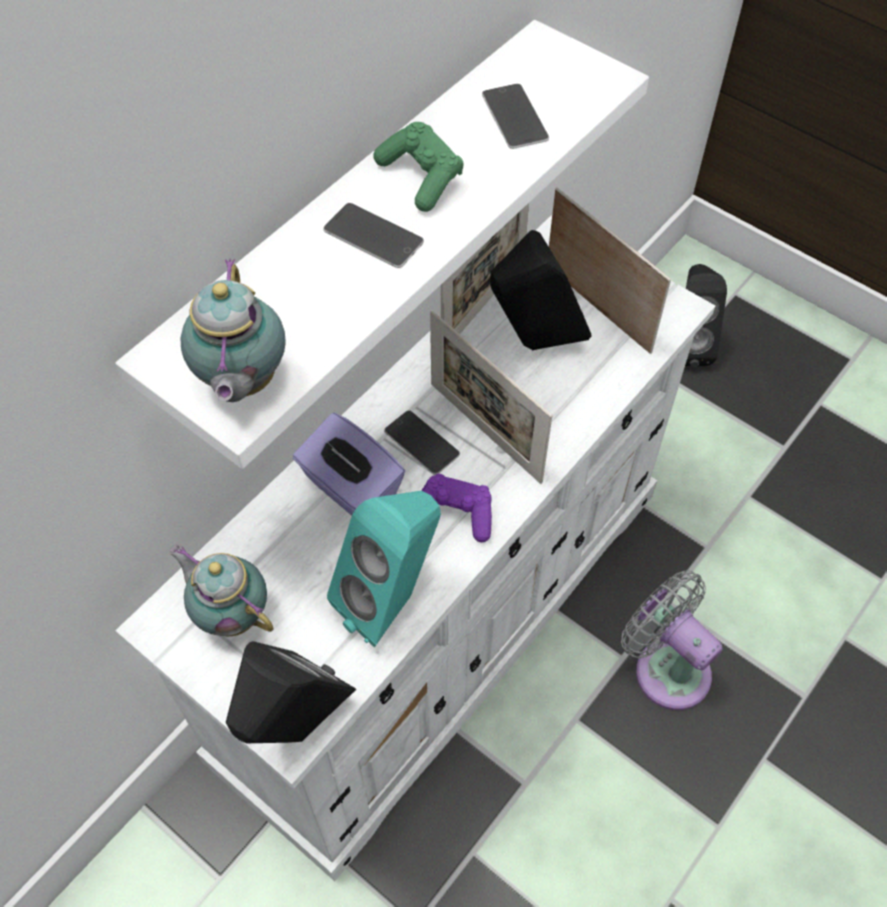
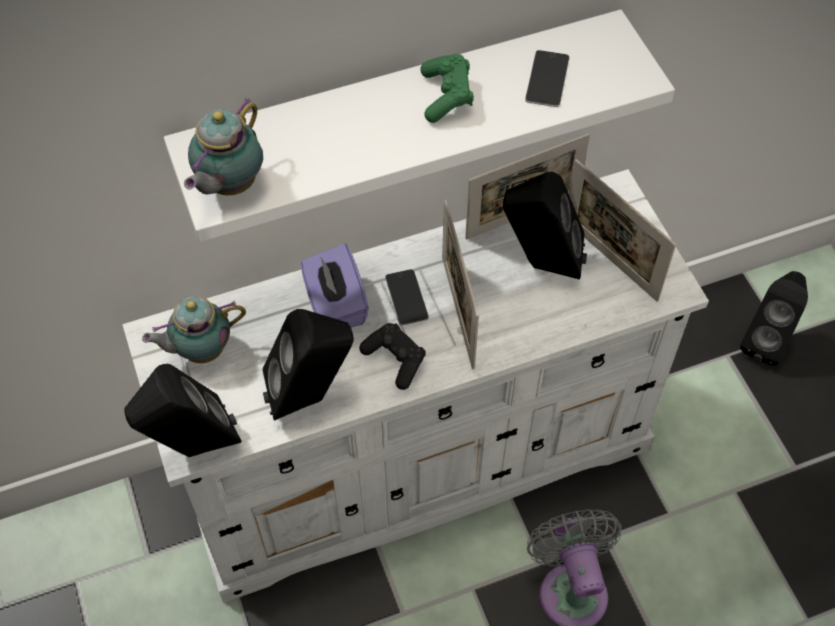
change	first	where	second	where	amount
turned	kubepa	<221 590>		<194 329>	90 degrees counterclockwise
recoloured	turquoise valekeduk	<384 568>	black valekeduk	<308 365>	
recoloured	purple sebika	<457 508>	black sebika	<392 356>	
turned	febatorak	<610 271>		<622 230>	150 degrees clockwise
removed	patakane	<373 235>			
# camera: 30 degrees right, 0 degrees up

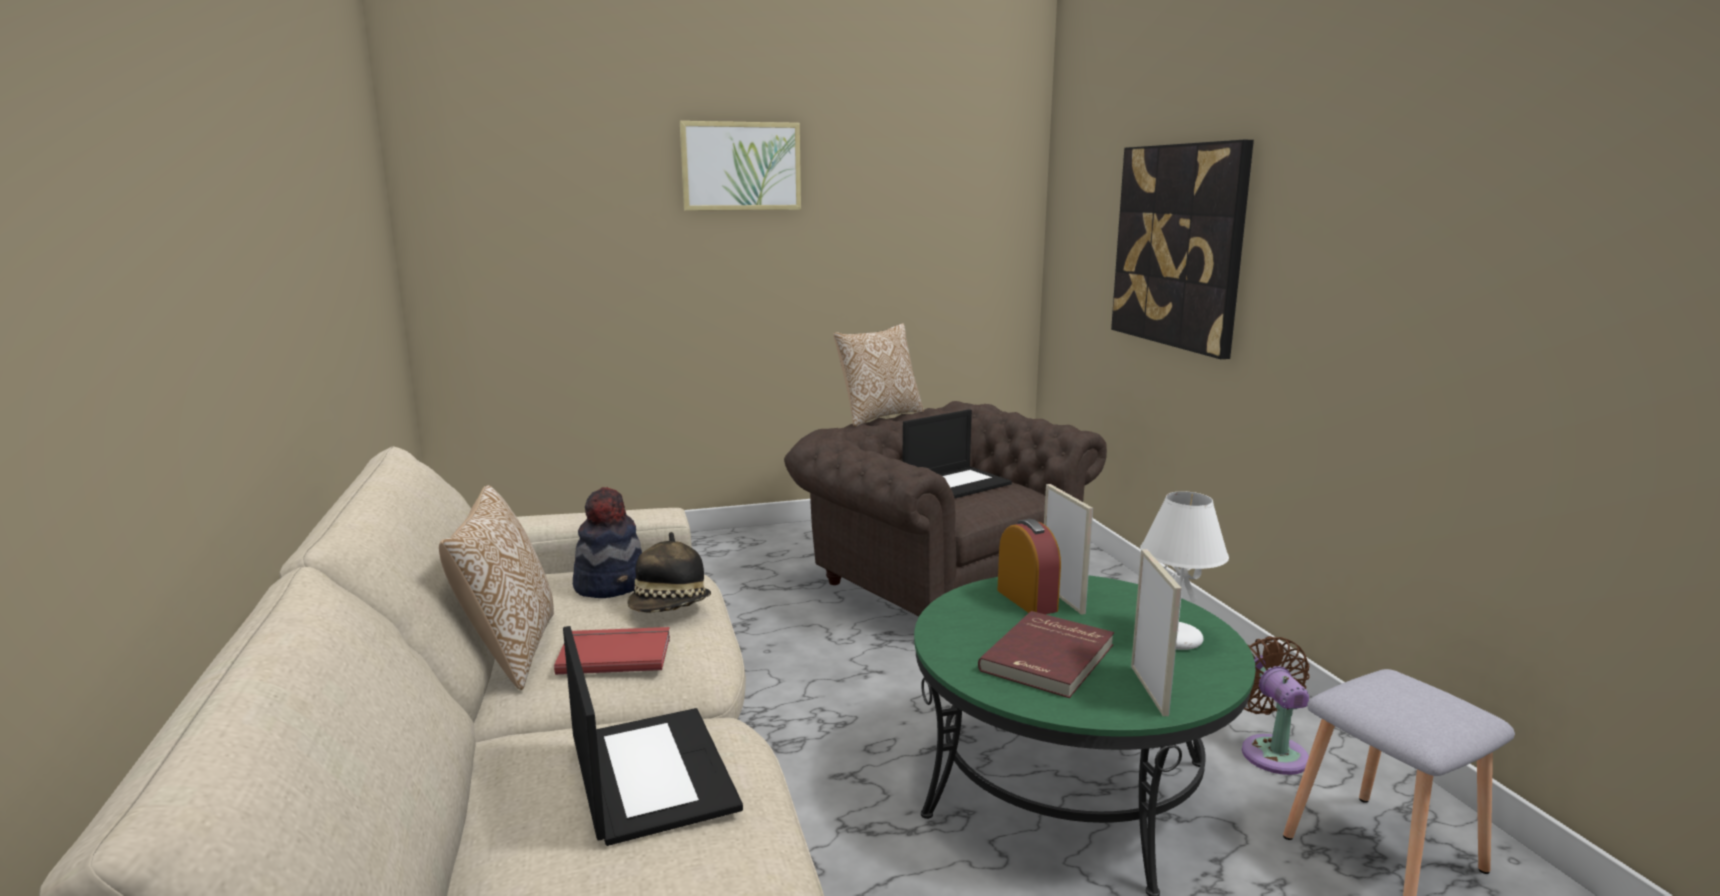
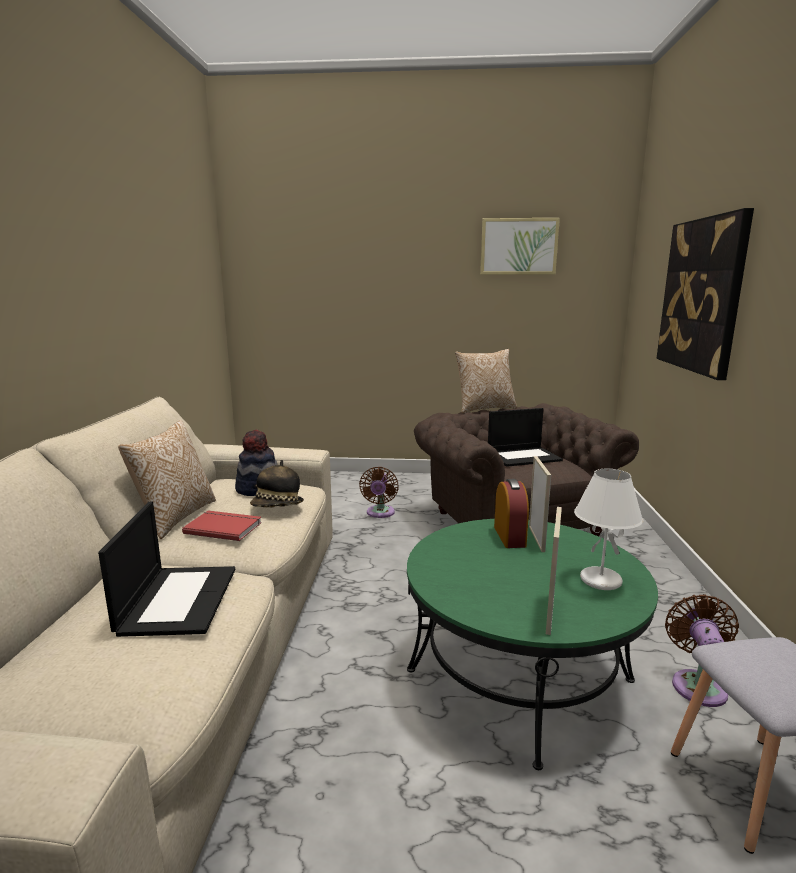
change	first	where	second	where	amount
added			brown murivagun	<378 492>	
moved	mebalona	<740 166>		<520 246>	
removed	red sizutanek	<1046 654>			
# camera: 20 degrees right, 0 degrees up

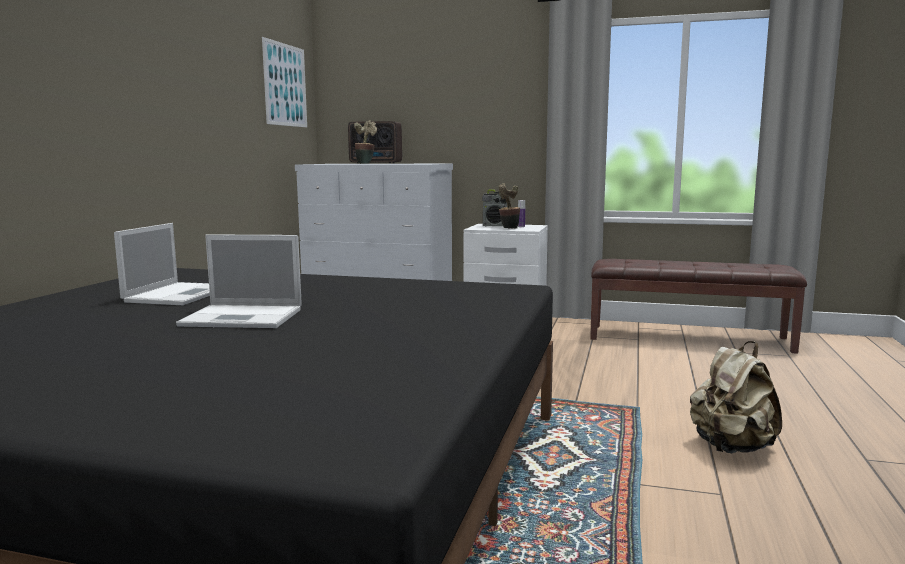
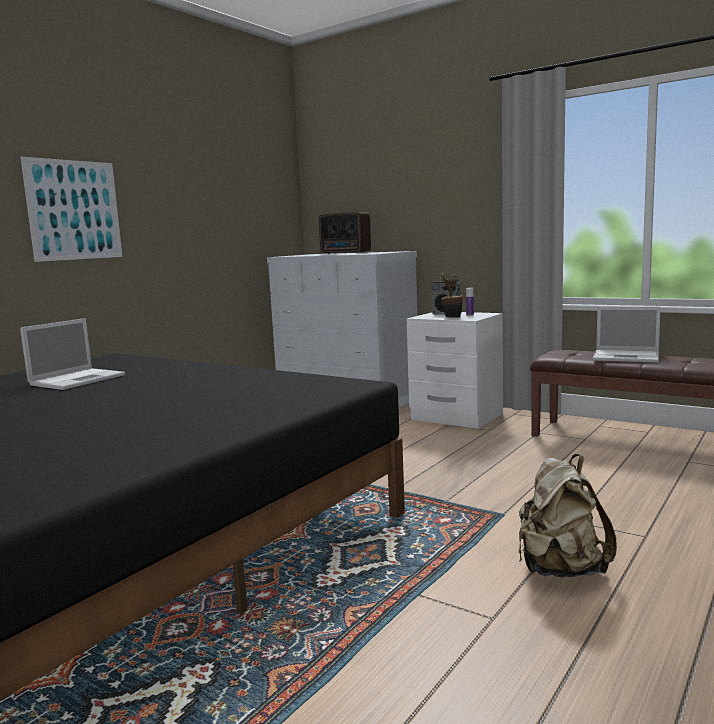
change	first	where	second	where	amount
moved	mebalona	<284 82>		<71 209>	
moved	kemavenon	<239 281>		<627 334>	
removed	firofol	<365 142>			
# camera: 20 degrees right, 0 degrees up

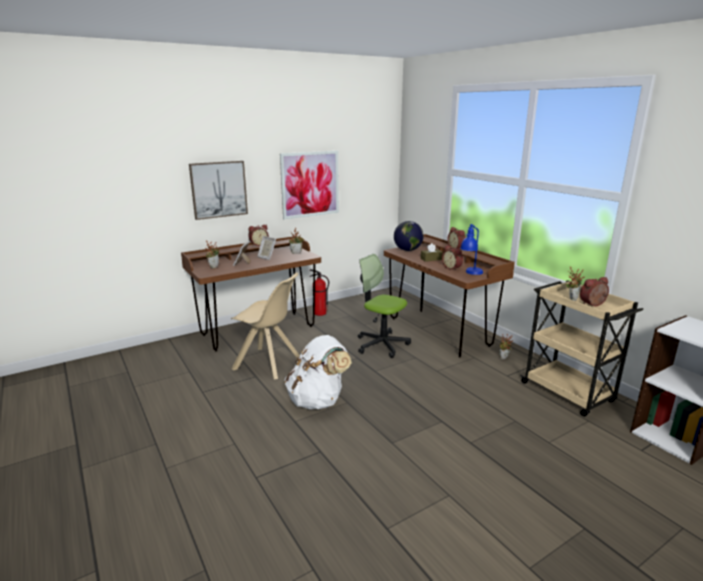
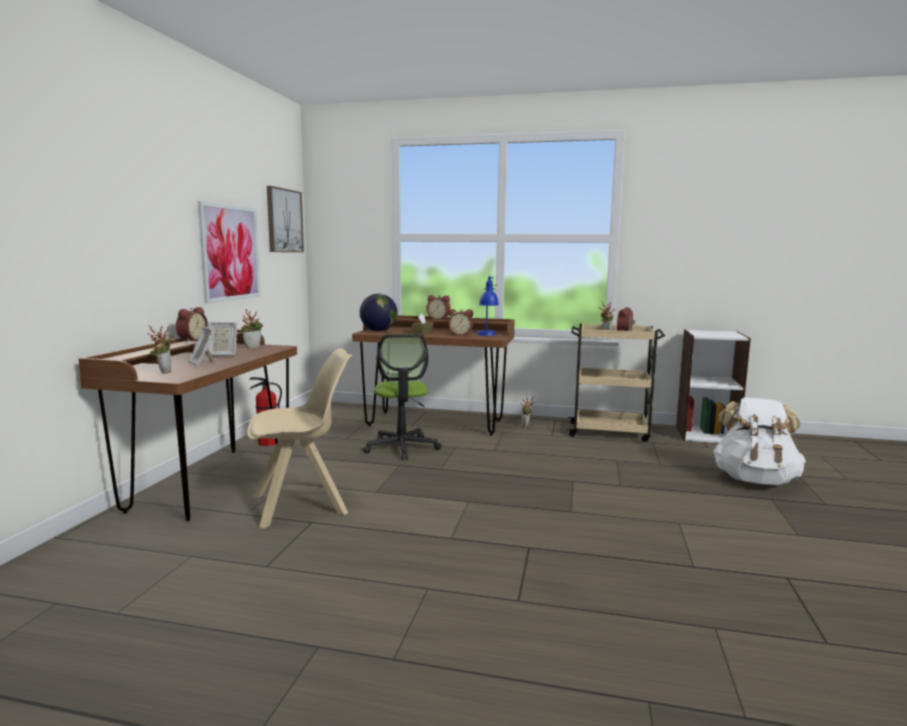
change	first	where	second	where	amount
moved	mebalona	<218 190>		<285 219>	
turned	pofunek	<384 306>		<402 397>	90 degrees counterclockwise
moved	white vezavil	<318 372>		<759 441>	
# camera: 45 degrees left, 10 degrees down

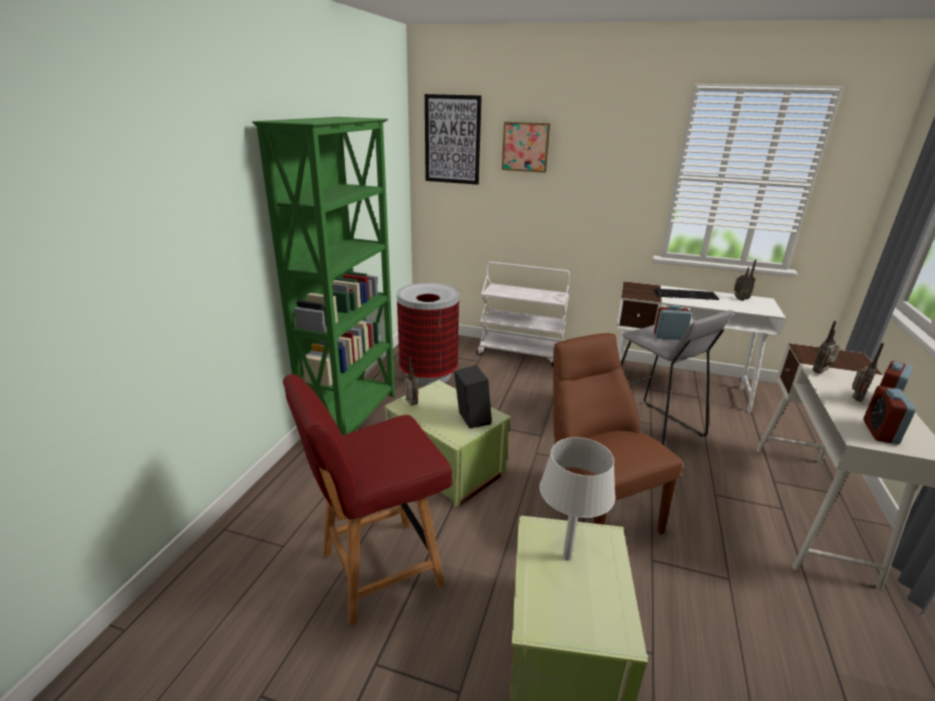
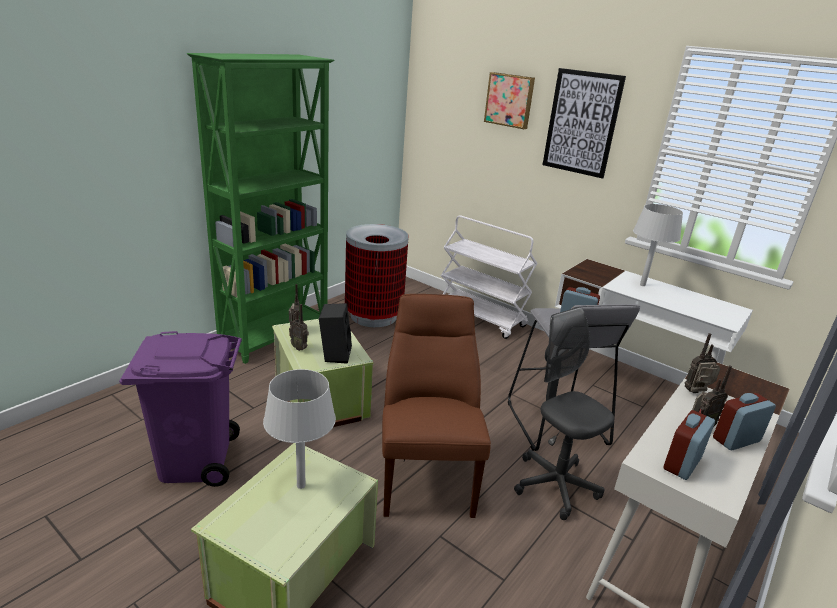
change	first	where	second	where	amount
replaced	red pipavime	<367 500>	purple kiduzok	<180 409>	
moved	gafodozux	<745 280>		<299 327>	
added			grey pofunek	<564 413>	
moved	mebalona	<453 139>		<584 123>	
replaced	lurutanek	<686 294>	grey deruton	<658 245>	
# camera: 20 degrees right, 0 degrees up

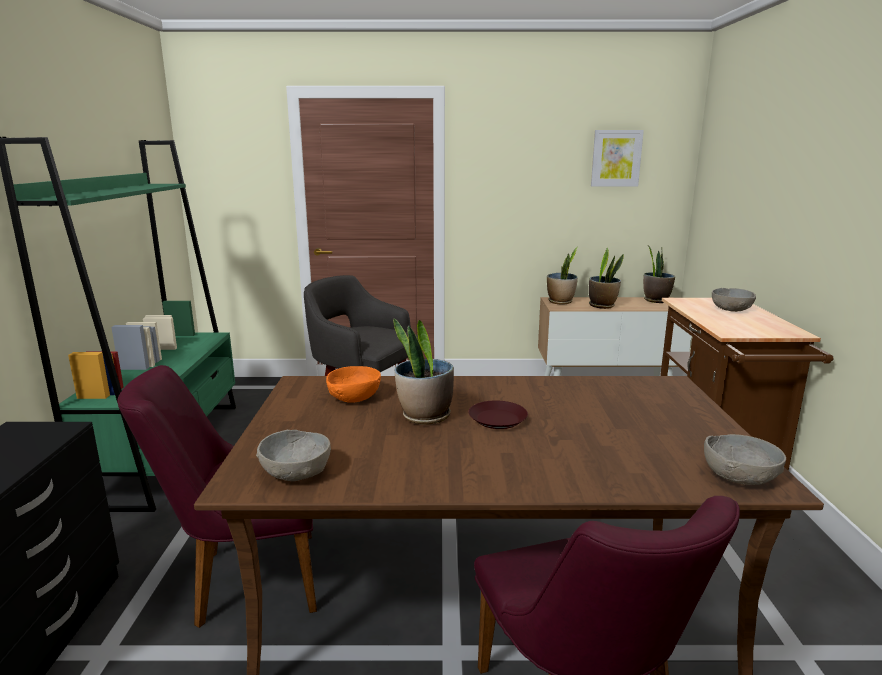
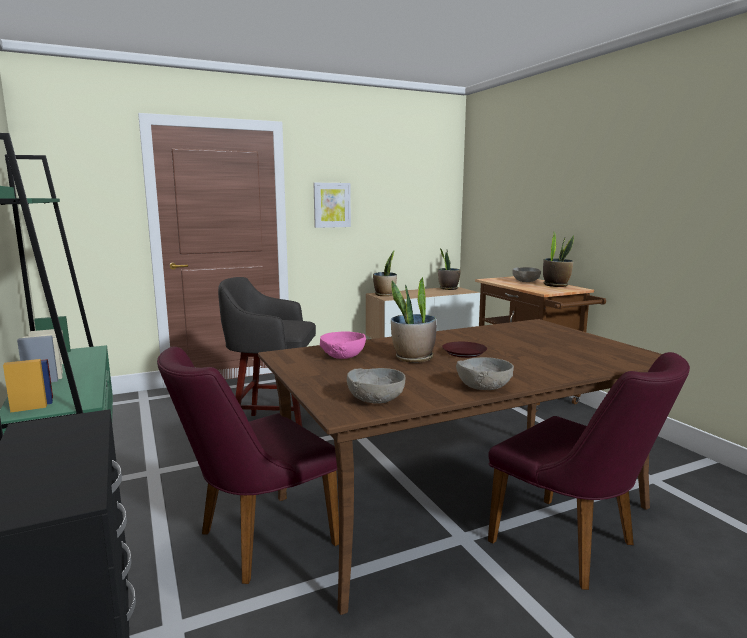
change	first	where	second	where	amount
moved	mebalona	<617 158>		<332 205>	
recoloured	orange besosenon	<353 384>	pink besosenon	<343 345>	
moved	grey besosenon	<745 459>		<485 373>	
moved	firofol	<606 278>		<558 259>	
# camera: 25 degrees left, 5 degrees down

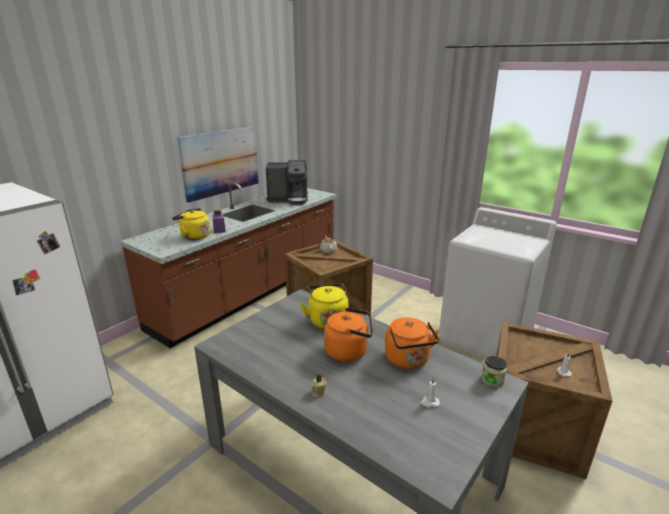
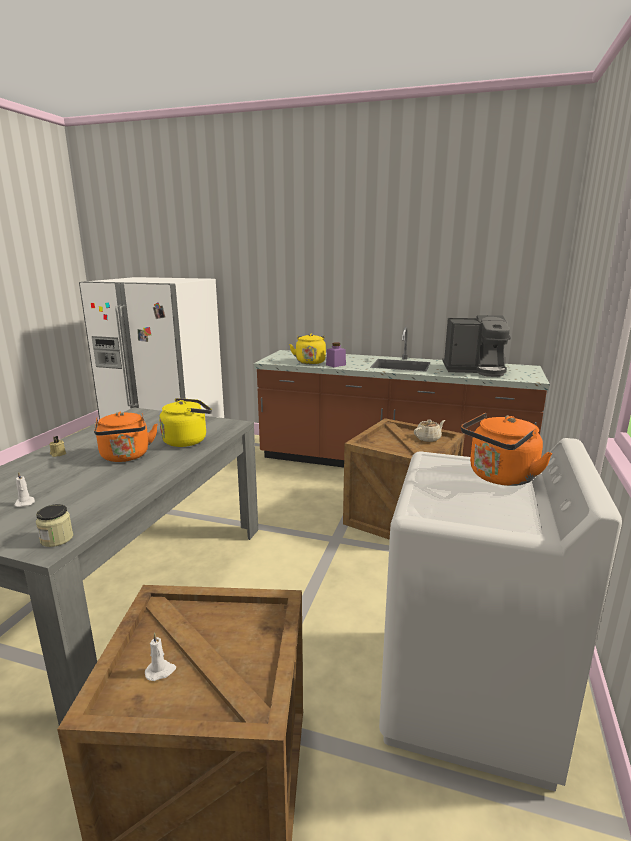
change	first	where	second	where	amount
turned	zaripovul	<287 182>		<476 346>	60 degrees counterclockwise
moved	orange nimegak	<412 343>		<506 449>	
removed	mebalona	<218 165>			
# camera: 70 degrees right, 5 degrees down

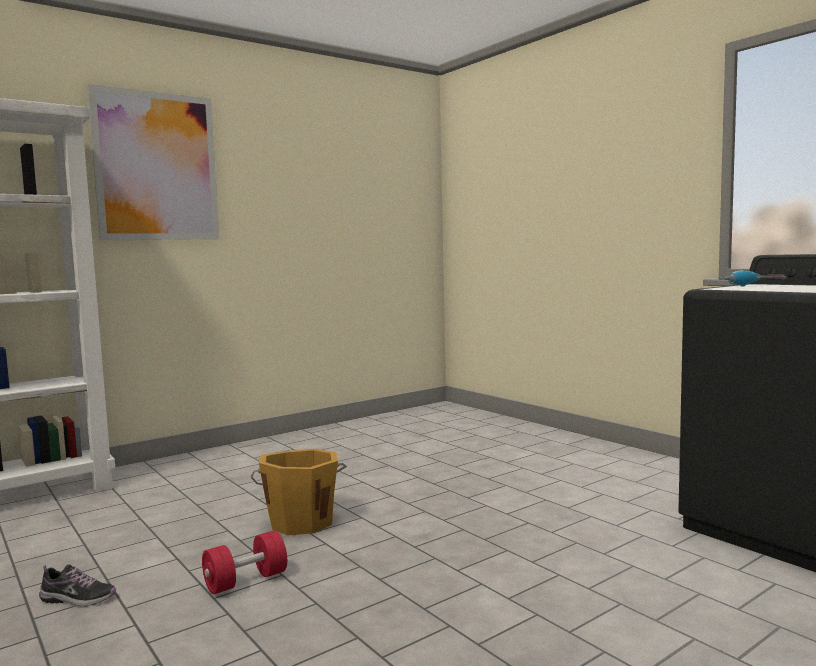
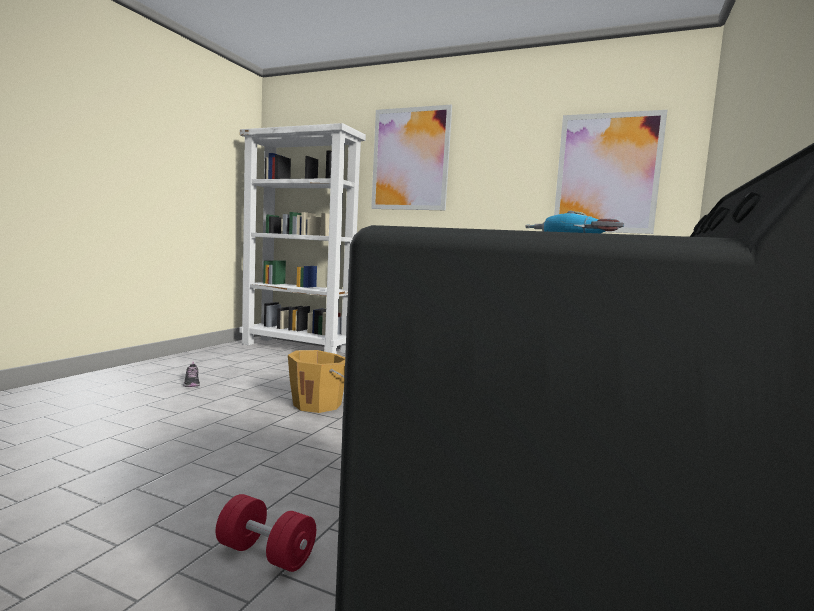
change	first	where	second	where	amount
moved	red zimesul	<244 562>		<266 533>	
added			mebalona	<610 172>	
# camera: 60 degrees right, 0 degrees up

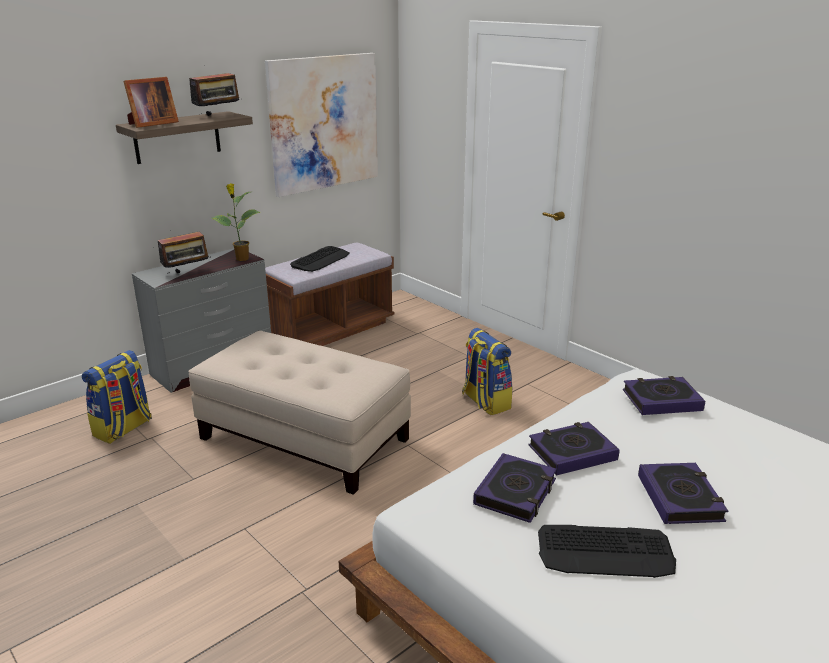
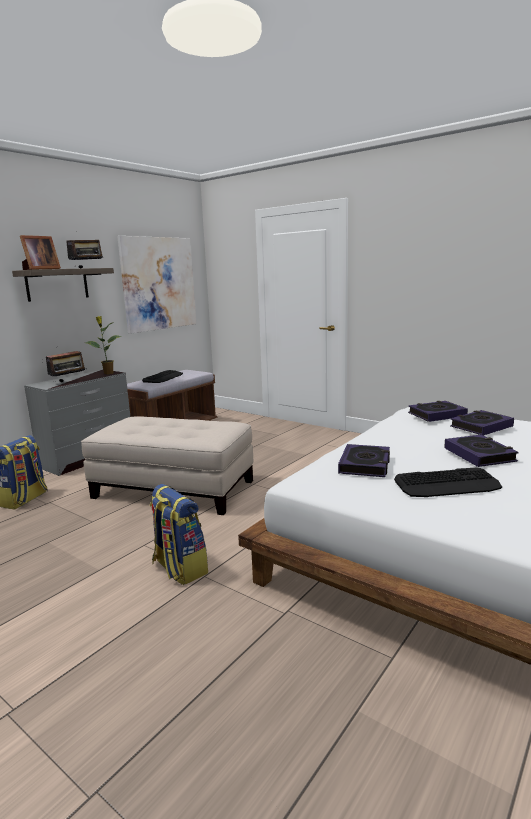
change	first	where	second	where	amount
moved	vezavil	<487 371>		<179 534>	
moved	sizutanek	<573 448>		<482 422>	
# camera: 10 degrees left, 10 degrees down

